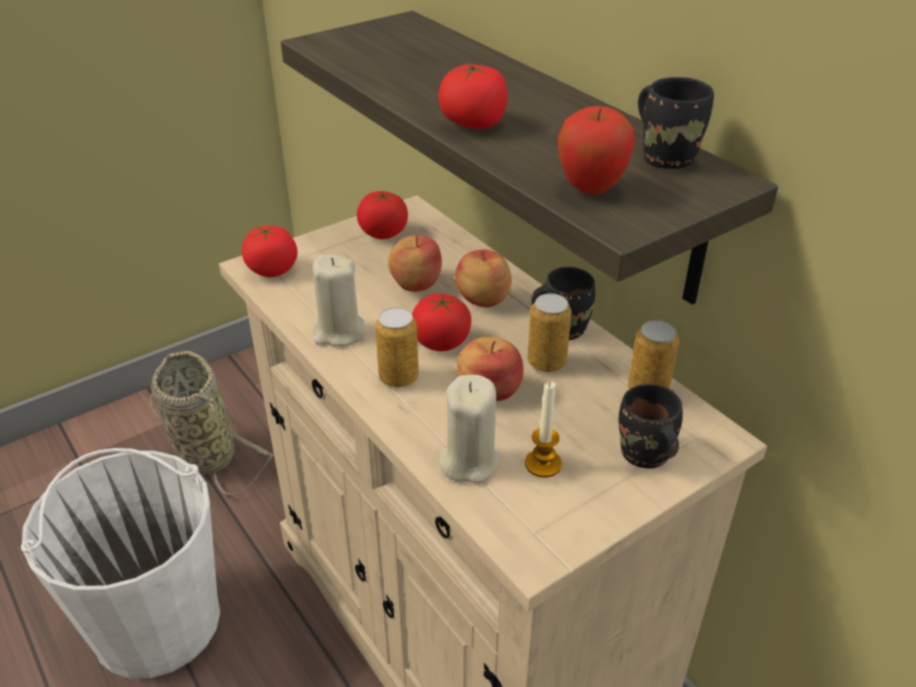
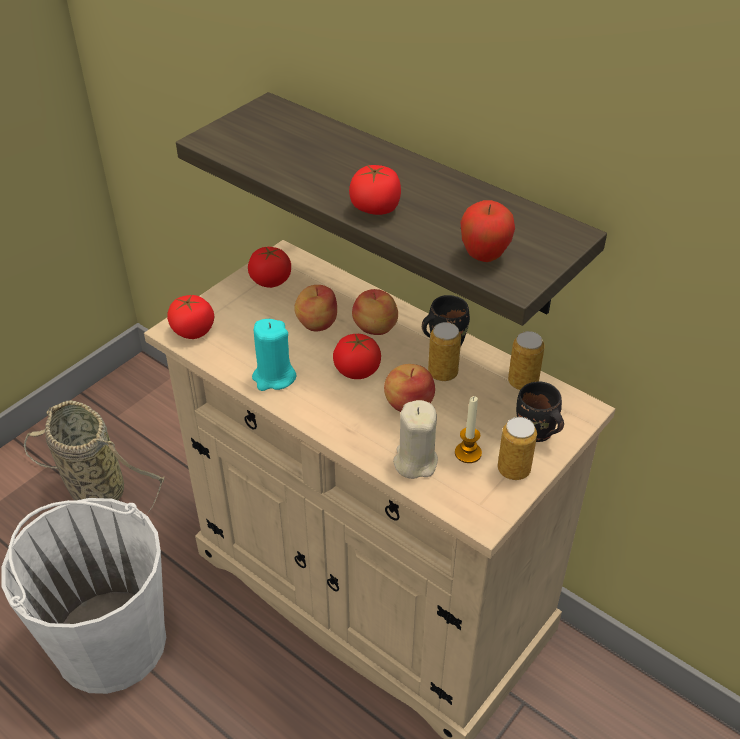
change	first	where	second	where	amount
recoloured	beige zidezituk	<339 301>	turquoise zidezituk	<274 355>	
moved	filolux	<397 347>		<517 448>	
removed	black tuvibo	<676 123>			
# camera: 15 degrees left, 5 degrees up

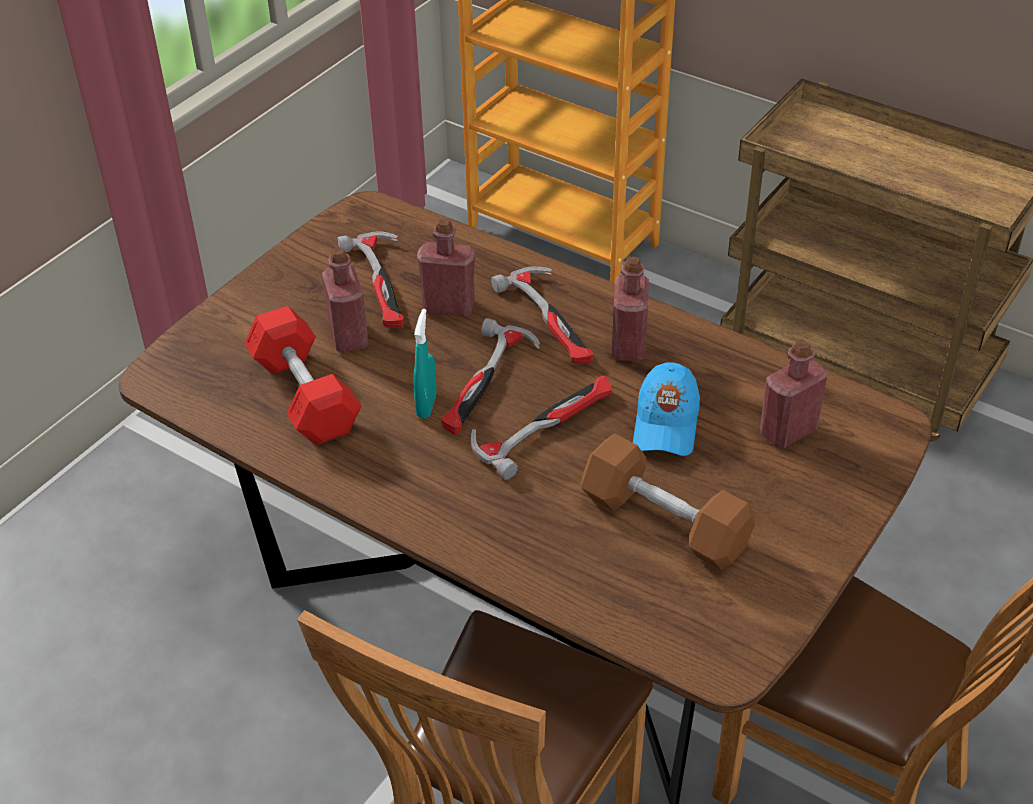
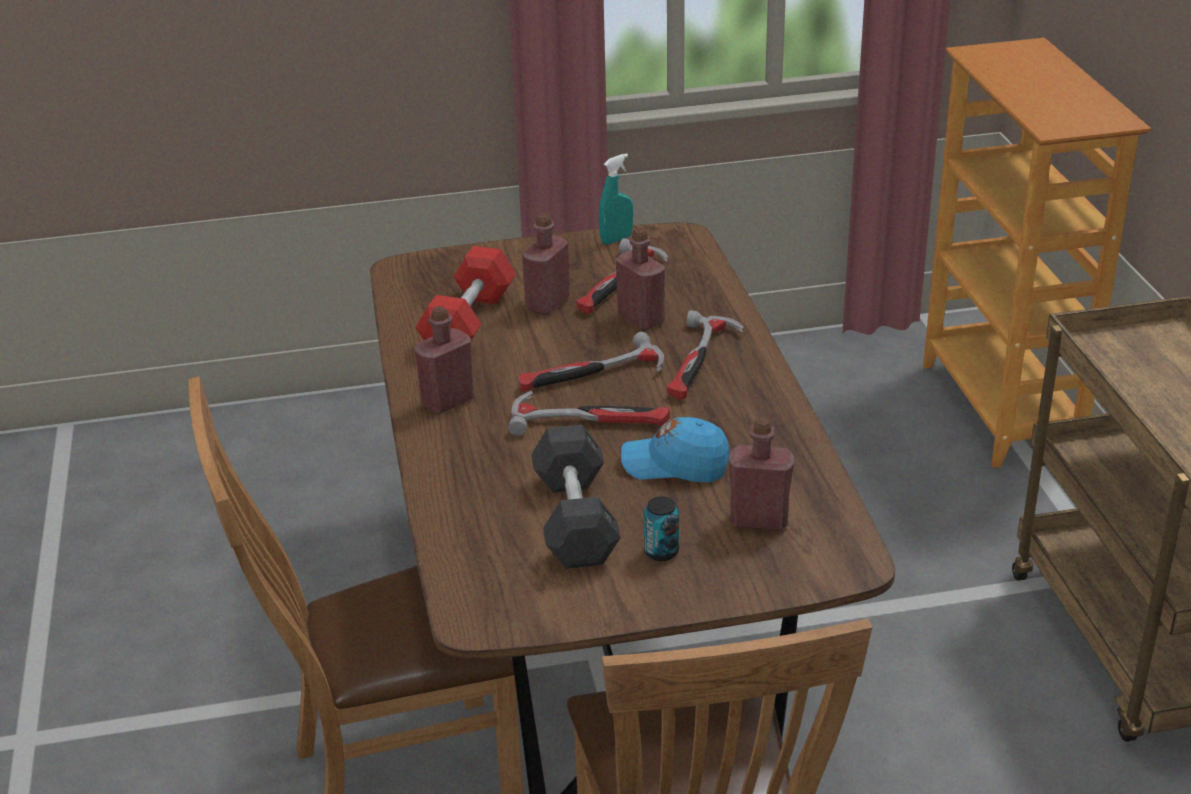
change	first	where	second	where	amount
moved	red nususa	<630 309>		<444 360>	
recoloured	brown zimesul	<668 501>	grey zimesul	<576 497>	
moved	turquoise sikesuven	<425 364>		<616 199>	
turned	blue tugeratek	<666 409>		<675 450>	45 degrees clockwise
added			filolux	<661 529>	
# camera: 45 degrees right, 10 degrees down

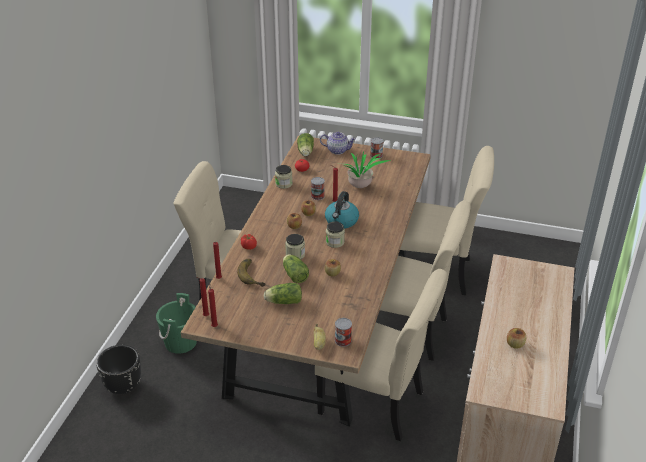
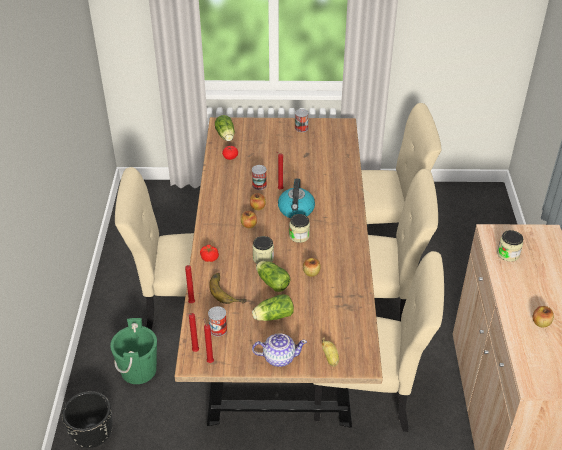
change	first	where	second	where	amount
moved	filolux	<343 332>		<217 321>	
moved	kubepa	<338 143>		<279 350>	
moved	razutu	<284 177>		<510 246>	
removed	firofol	<366 170>			
# camera: 15 degrees left, 5 degrees up

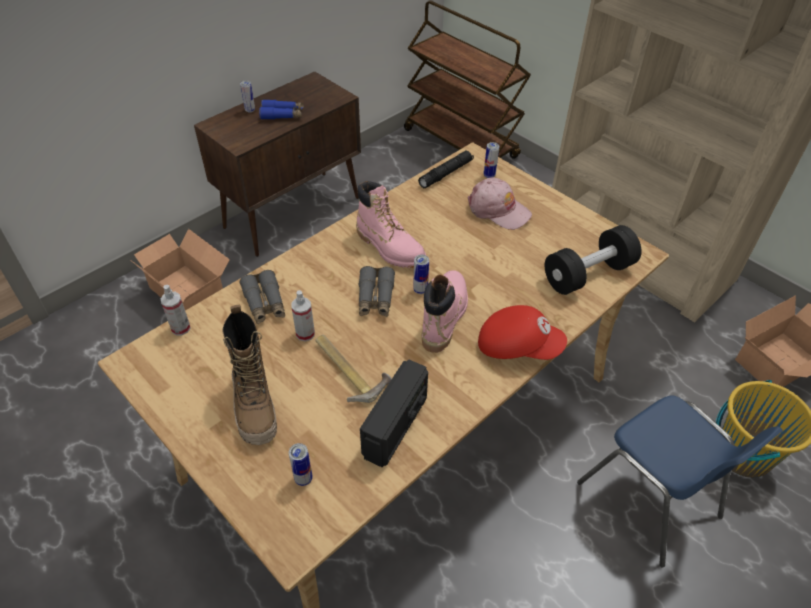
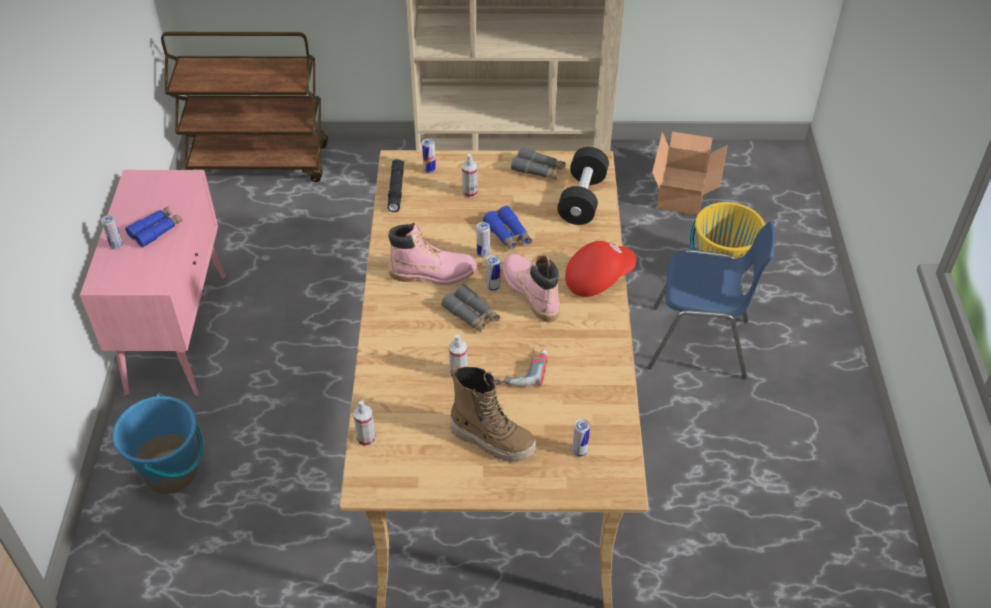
change	first	where	second	where	amount
recoloured	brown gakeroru	<277 164>	pink gakeroru	<153 283>	
replaced	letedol	<181 269>	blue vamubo	<157 443>	
replaced	pink tugeratek	<500 203>	sikesuven	<470 176>	
added			filolux	<483 240>	
added			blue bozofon	<507 228>	
replaced	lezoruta	<354 369>	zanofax	<521 367>	
moved	grey bozofon	<262 297>		<538 163>	
removed	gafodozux	<394 413>			
# camera: 45 degrees left, 0 degrees up

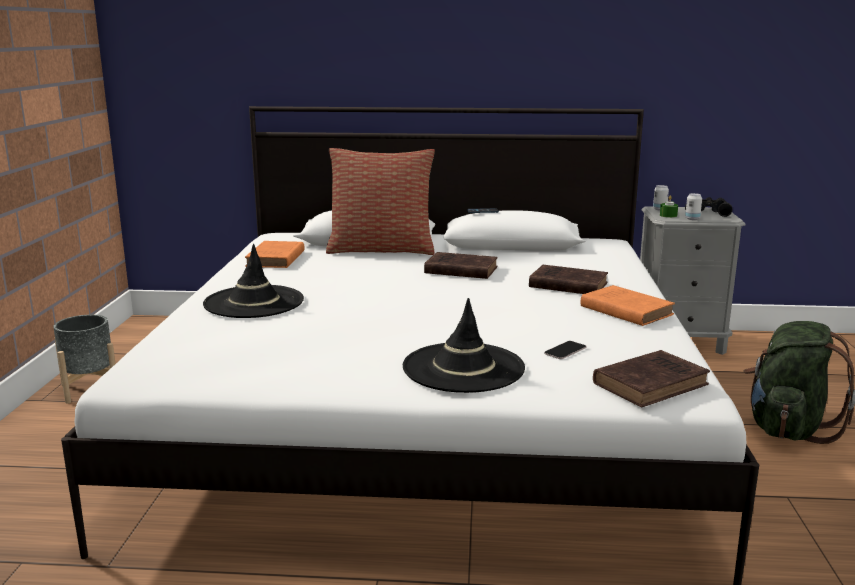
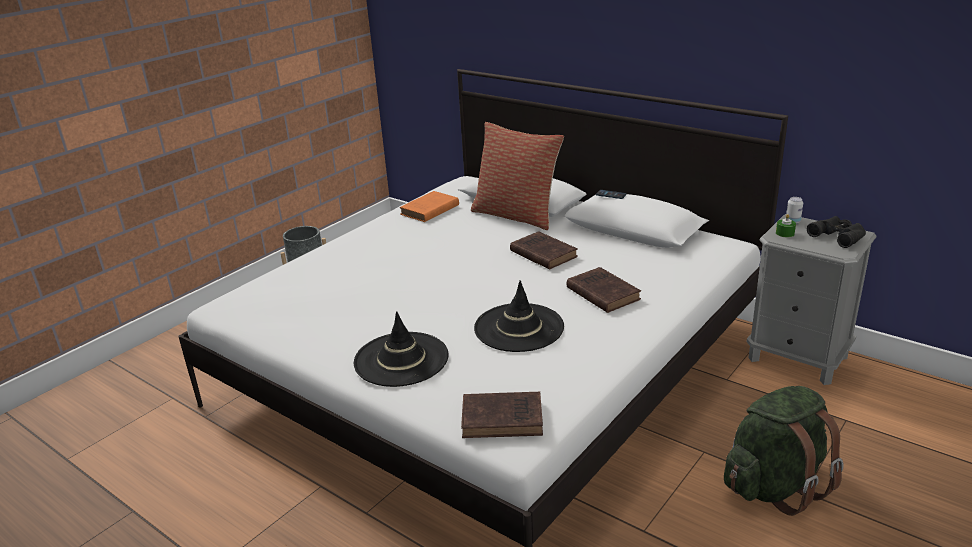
change	first	where	second	where	amount
moved	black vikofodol	<253 281>		<519 316>	
removed	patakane	<565 350>			
removed	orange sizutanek	<627 305>			
removed	filolux	<693 206>			
# camera: 35 degrees right, 10 degrees up

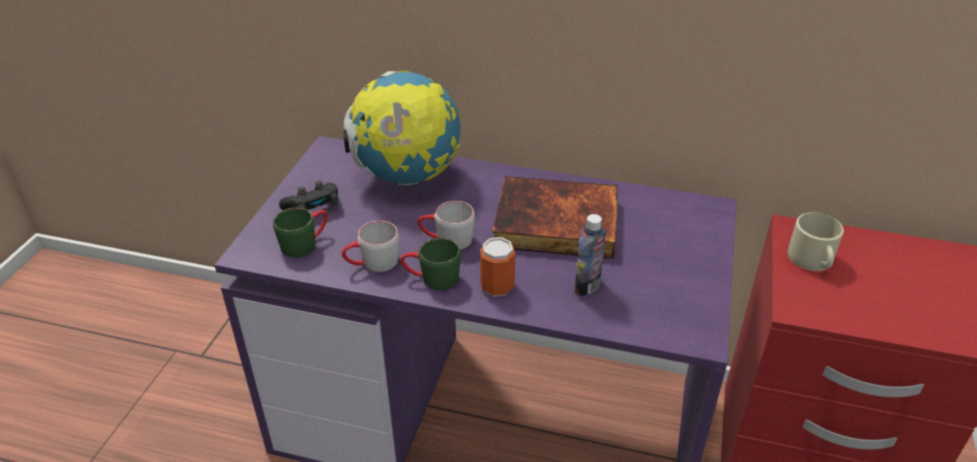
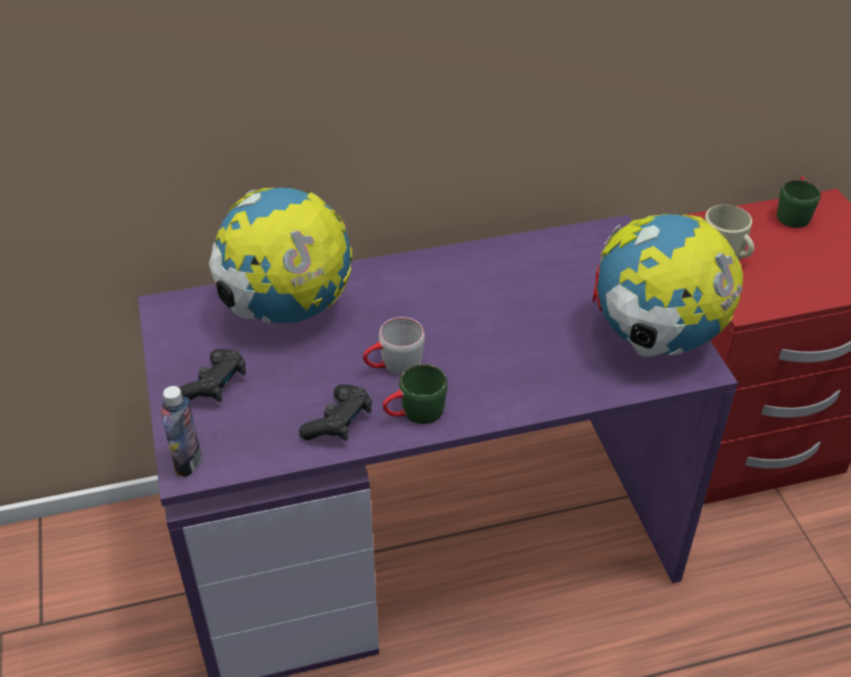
change	first	where	second	where	amount
moved	nususa	<590 255>		<181 431>	
replaced	grey tuvibo	<370 246>	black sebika	<335 412>	
added			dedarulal	<668 285>	
moved	green tuvibo	<300 232>		<799 202>	
removed	filolux	<497 267>			
removed	sizutanek	<555 217>			
# camera: 30 degrees left, 5 degrees up

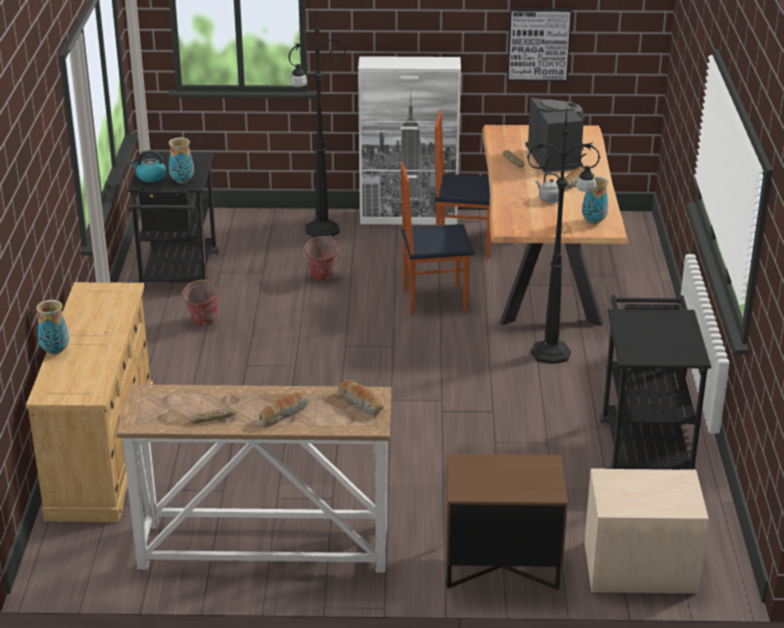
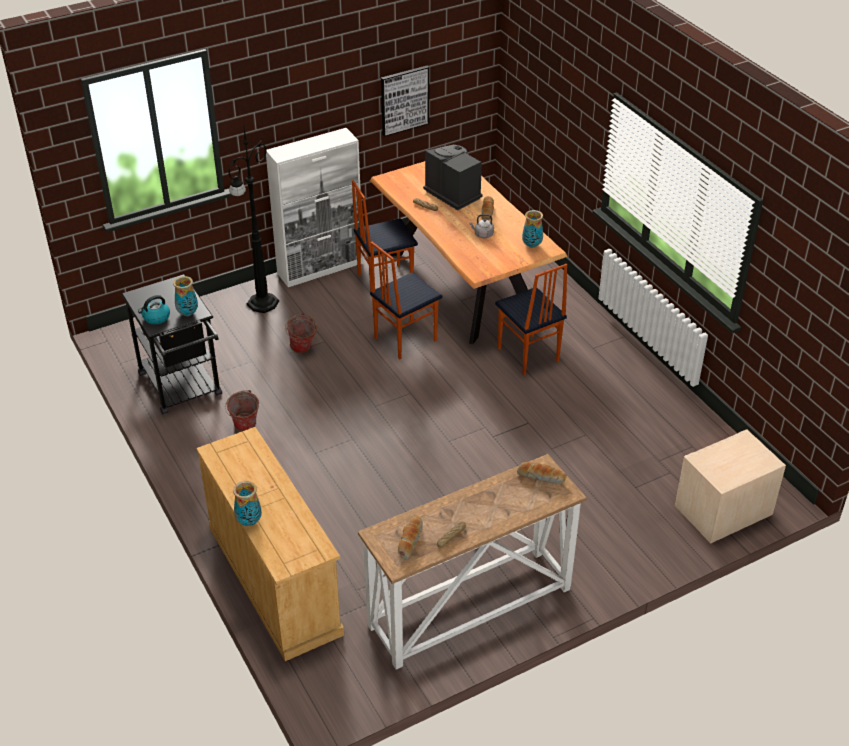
change	first	where	second	where	amount
moved	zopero	<284 410>		<410 538>	
replaced	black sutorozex	<563 236>	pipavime	<531 319>	
removed	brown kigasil	<506 522>			
removed	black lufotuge	<655 382>			
# camera: 30 degrees left, 10 degrees up

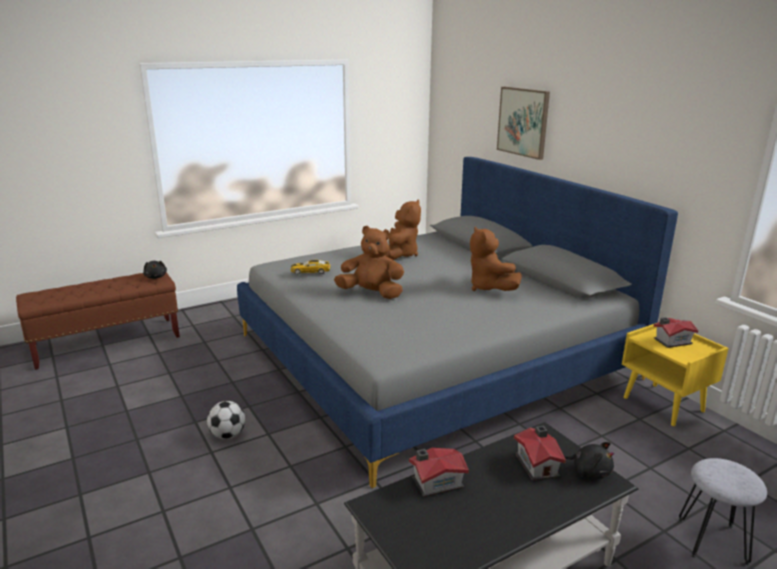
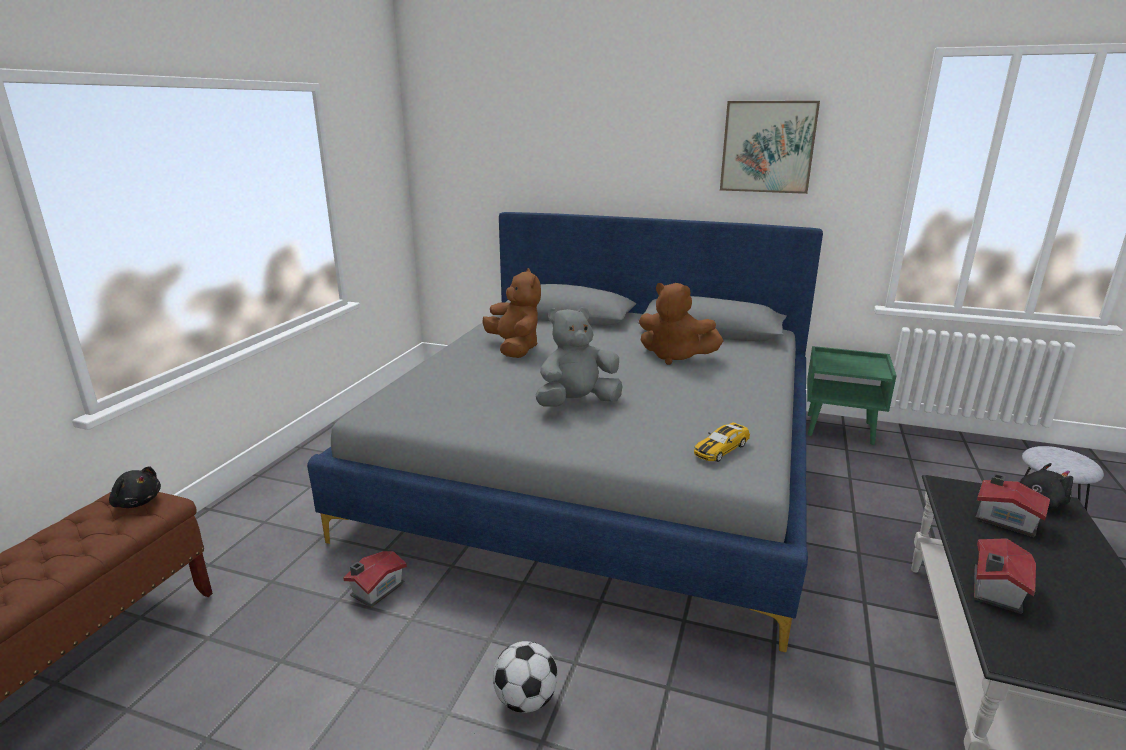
change	first	where	second	where	amount
moved	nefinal	<675 332>		<375 579>	
recoloured	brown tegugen	<369 262>	grey tegugen	<579 357>	
moved	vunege	<310 267>		<722 442>	
moved	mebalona	<523 123>		<770 147>	
recoloured	yellow kigasil	<675 374>	green kigasil	<852 395>	
# camera: 40 degrees left, 0 degrees up

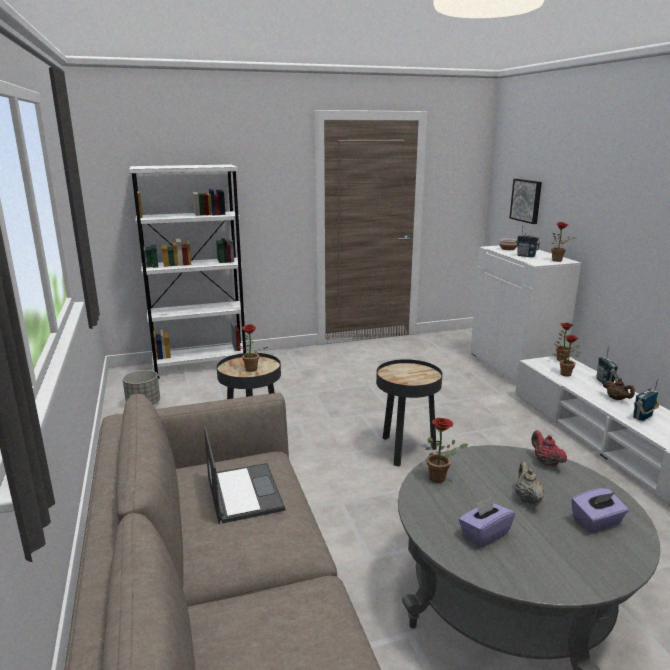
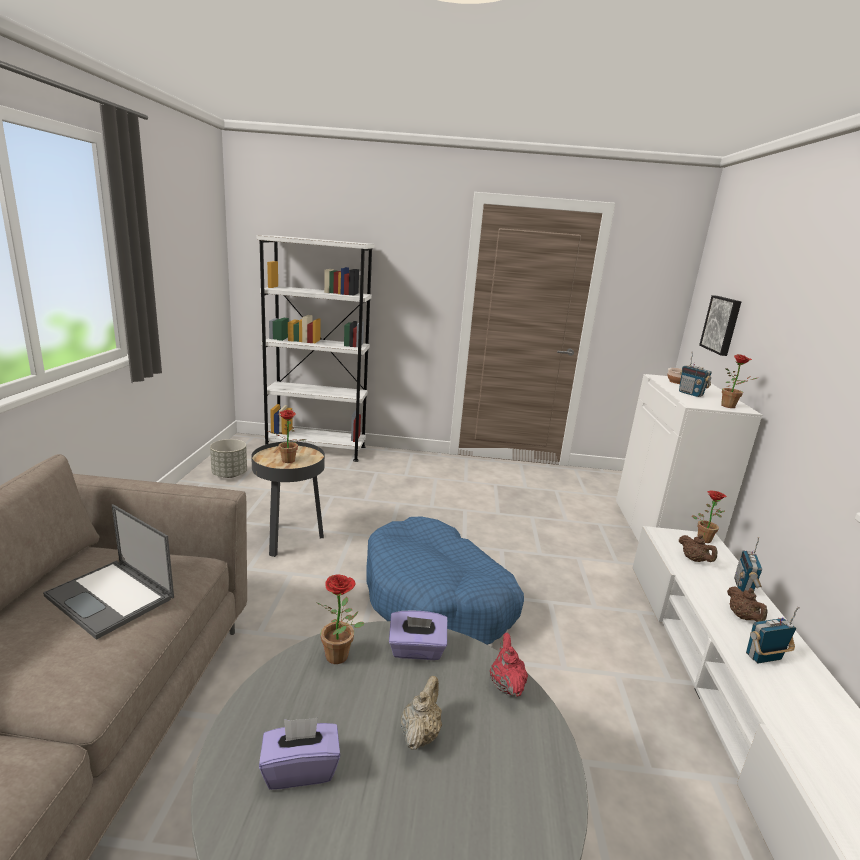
change	first	where	second	where	amount
turned	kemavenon	<244 475>		<108 572>	120 degrees clockwise
replaced	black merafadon	<409 413>	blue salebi	<445 580>	
moved	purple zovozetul	<600 510>		<418 635>	
replaced	firofol	<566 356>	brown kubepa	<698 548>	
# camera: 20 degrees right, 0 degrees up

